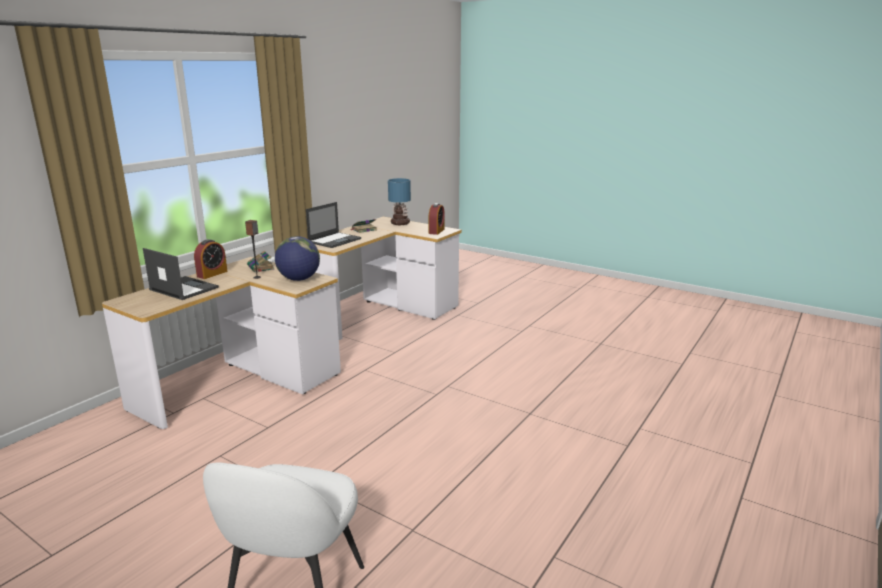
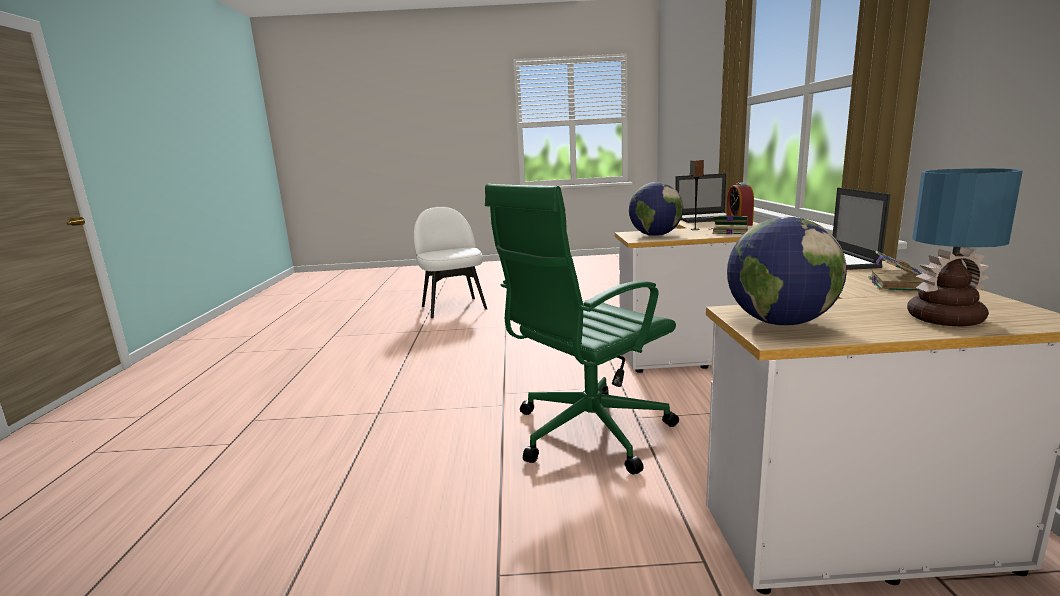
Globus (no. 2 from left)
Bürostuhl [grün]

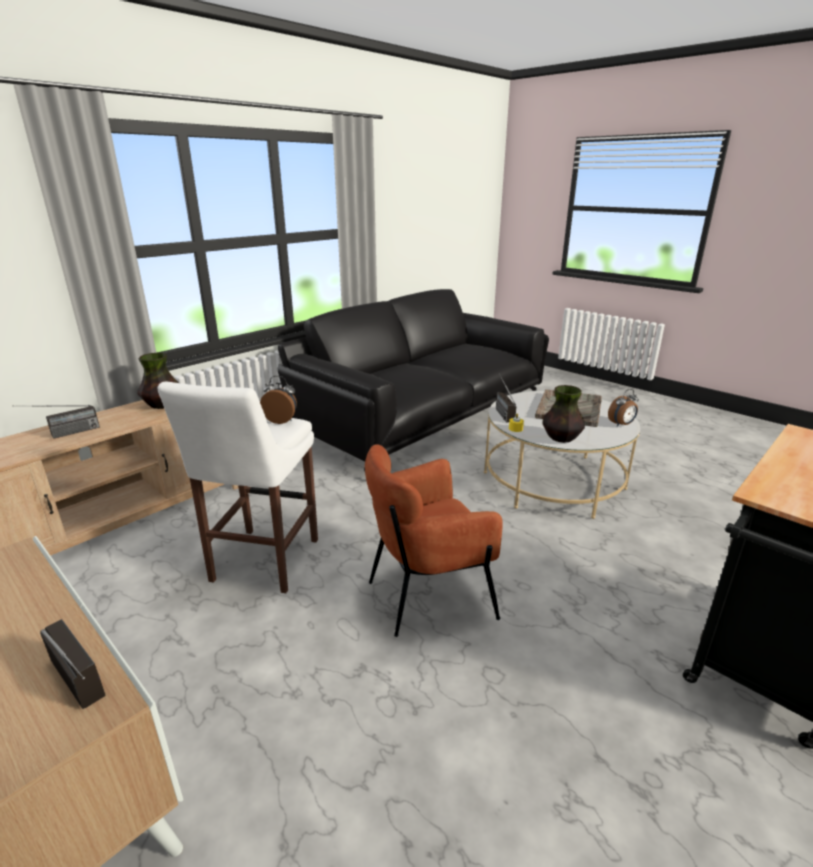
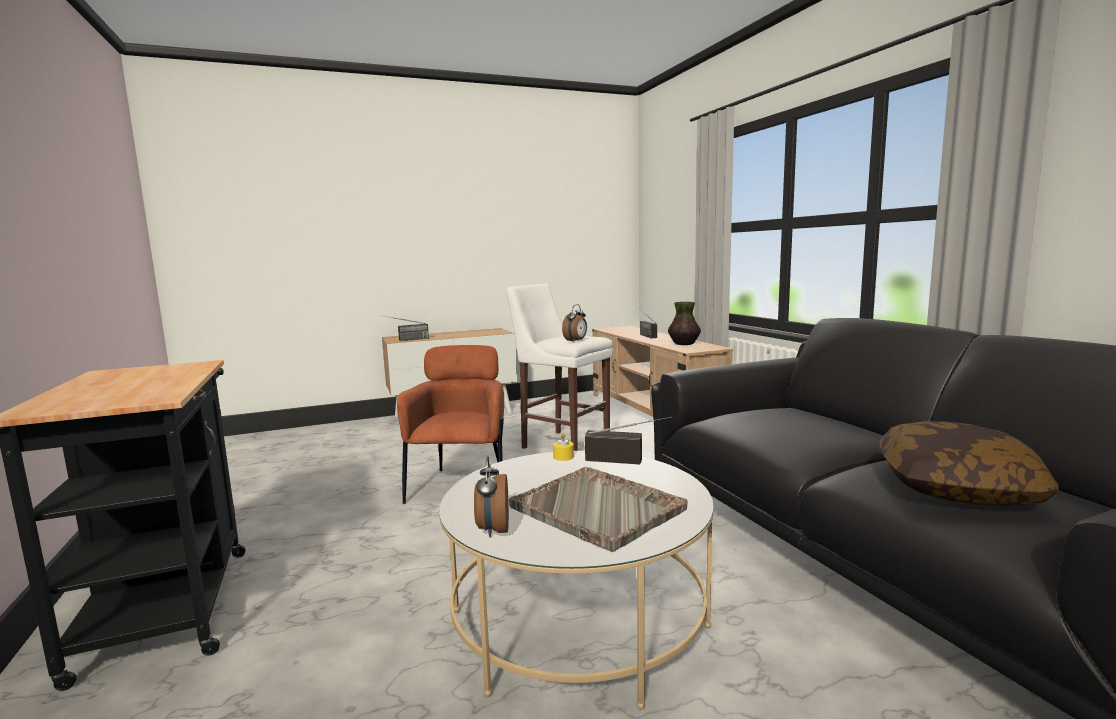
Vase (no. 2 from left in the first image)
Kissen

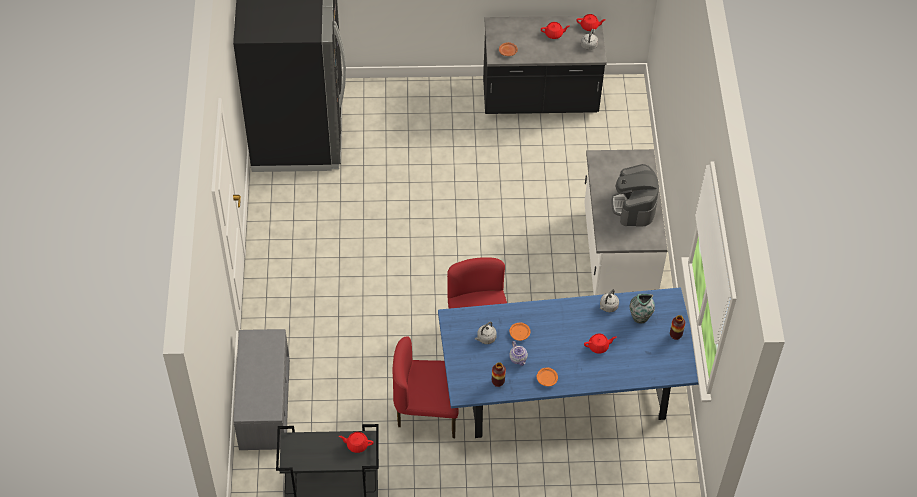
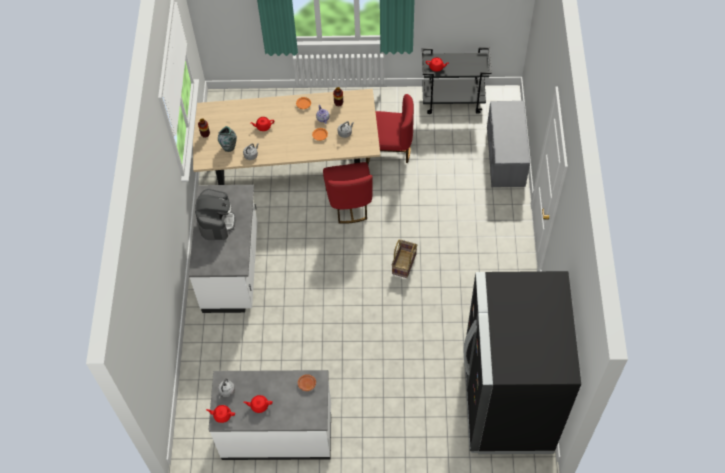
Esstisch [beige]
Küchenzeile [weiß] (no. 2 from left)
Korb

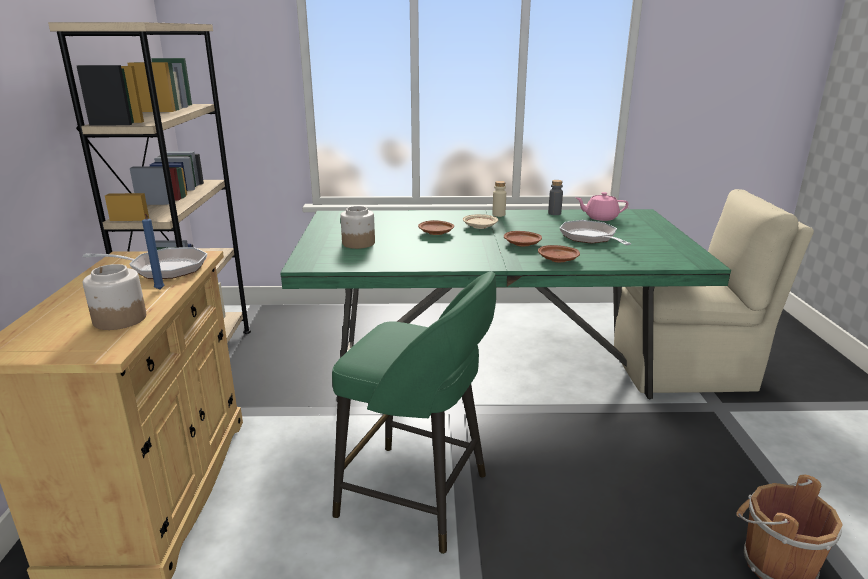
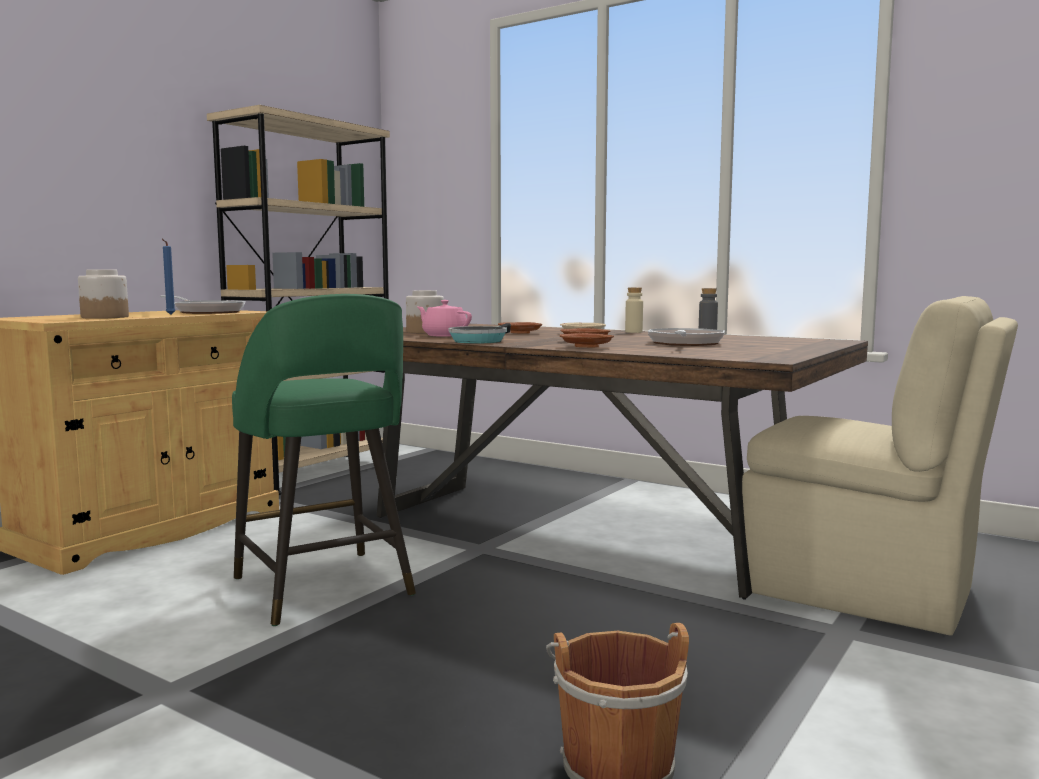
Esstisch [braun]
Teekanne [rosa]
Pfanne (no. 2 from left)

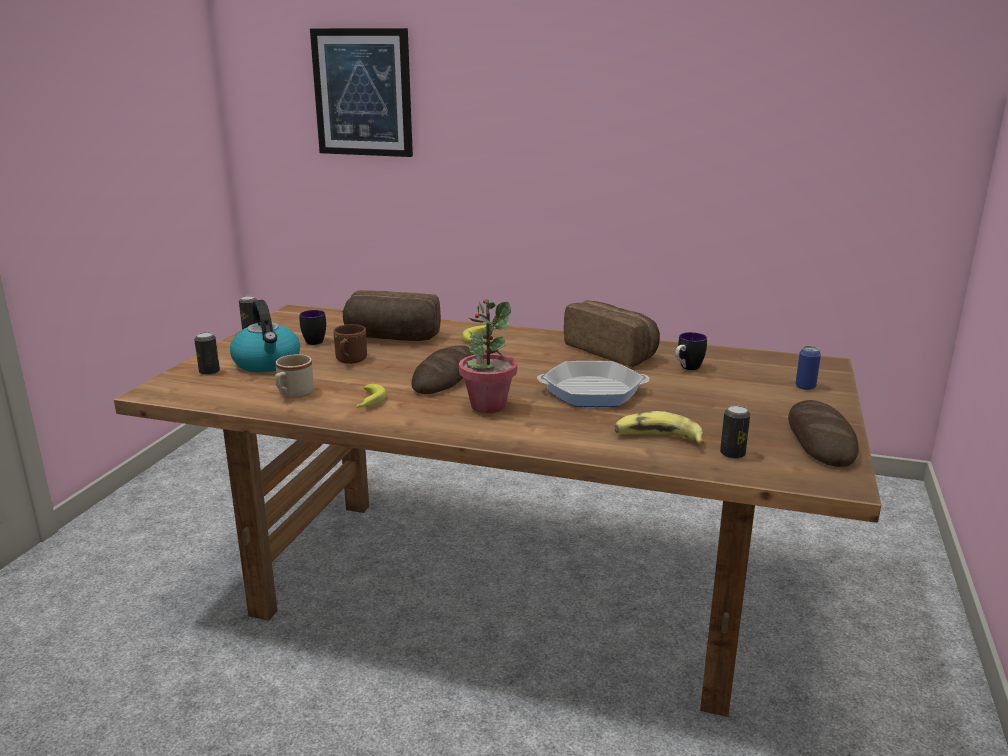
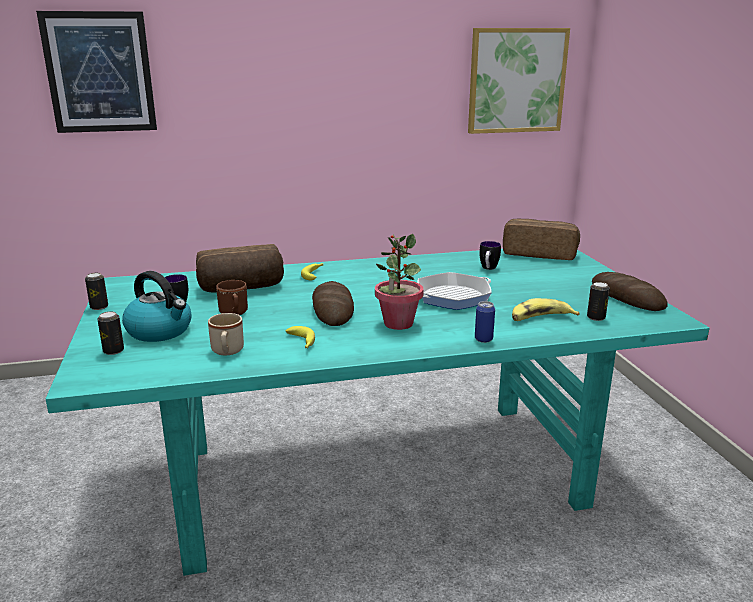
Esstisch [türkis]
Brot (no. 3 from left)
Dose (no. 3 from left)
Bild (no. 2 from left)

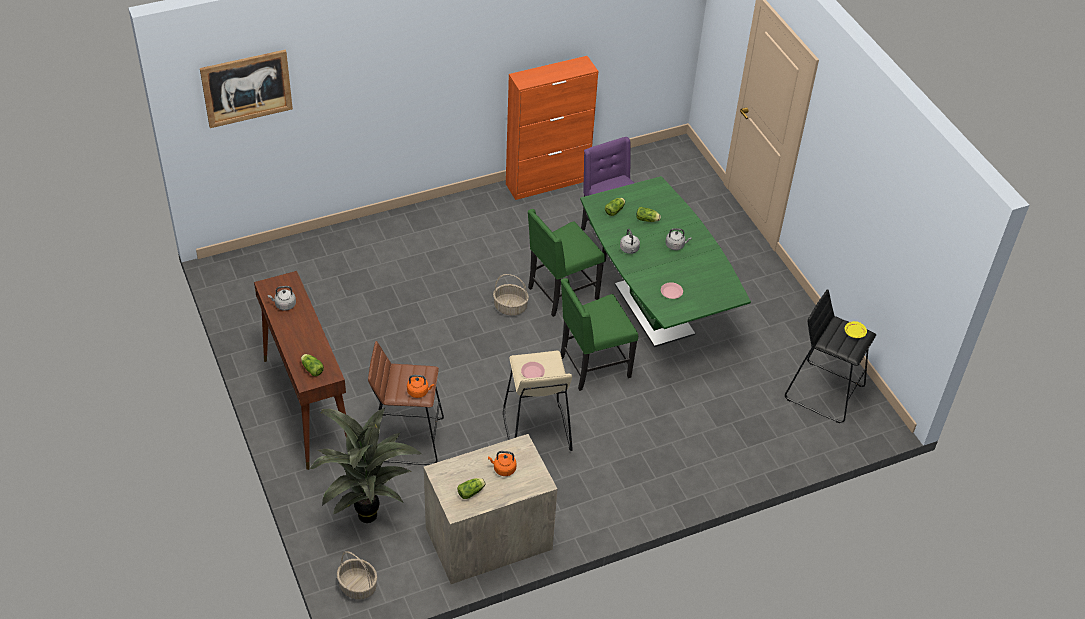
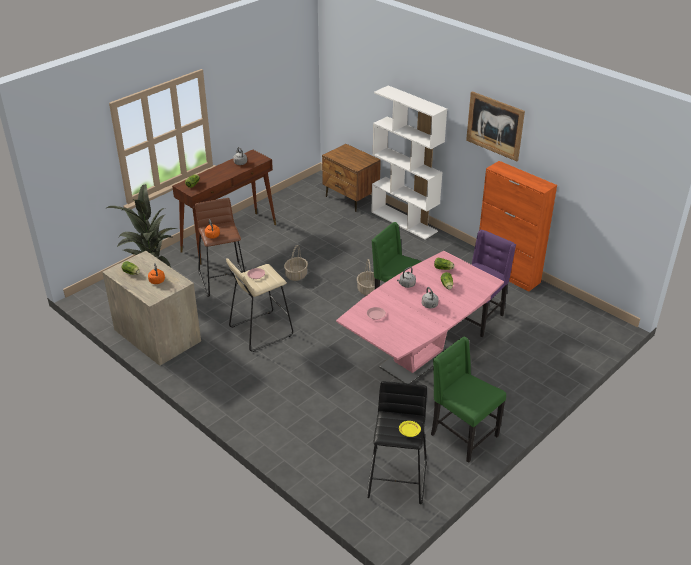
Bild
Korb (no. 1 from left)
Stuhl [grün] (no. 2 from left)
Esstisch [rosa]
Nachttisch [braun]
Bücherregal [weiß]

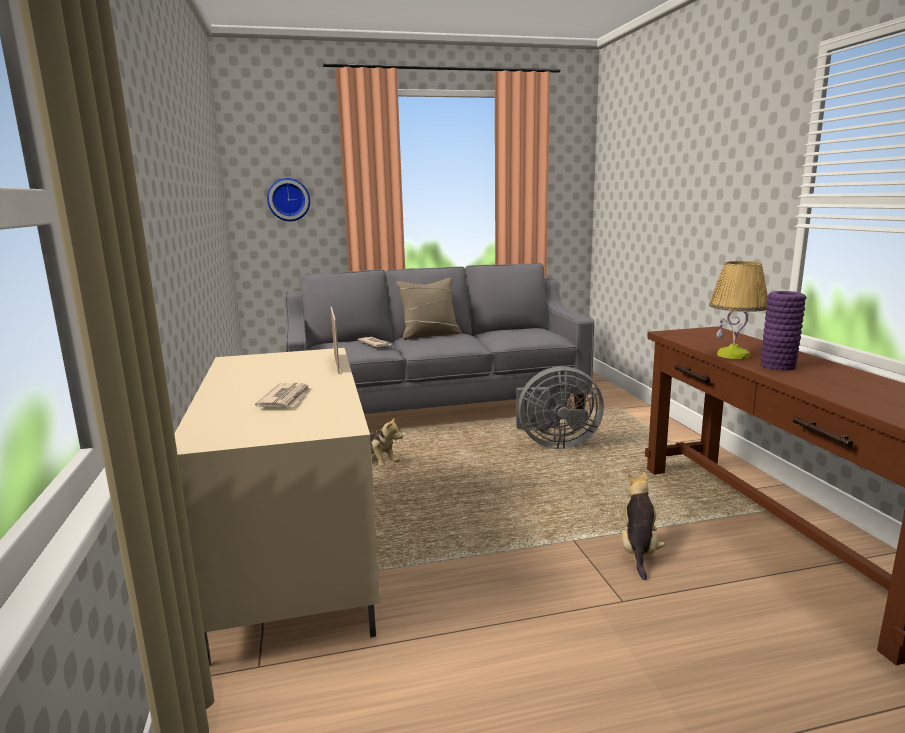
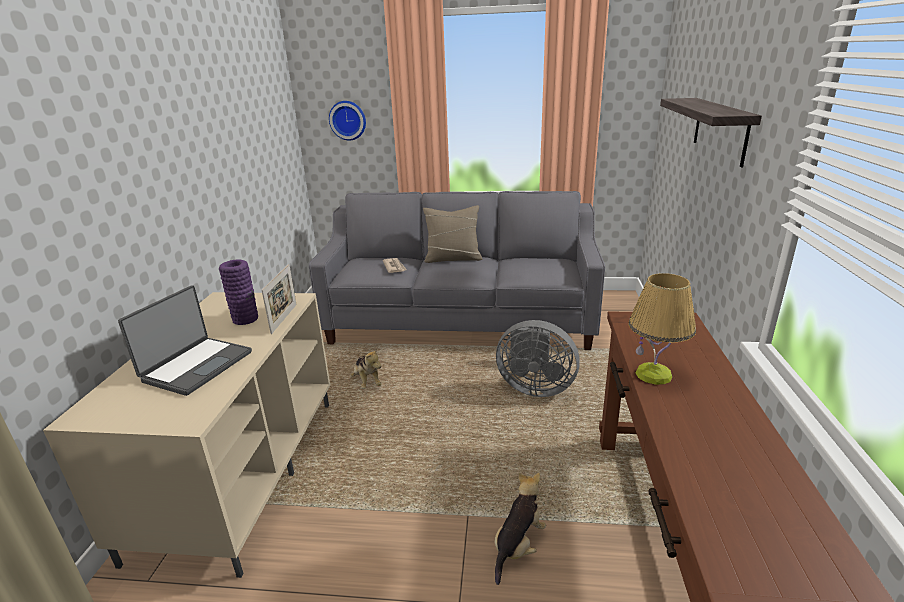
Laptop
Vase [lila]
Wandregal

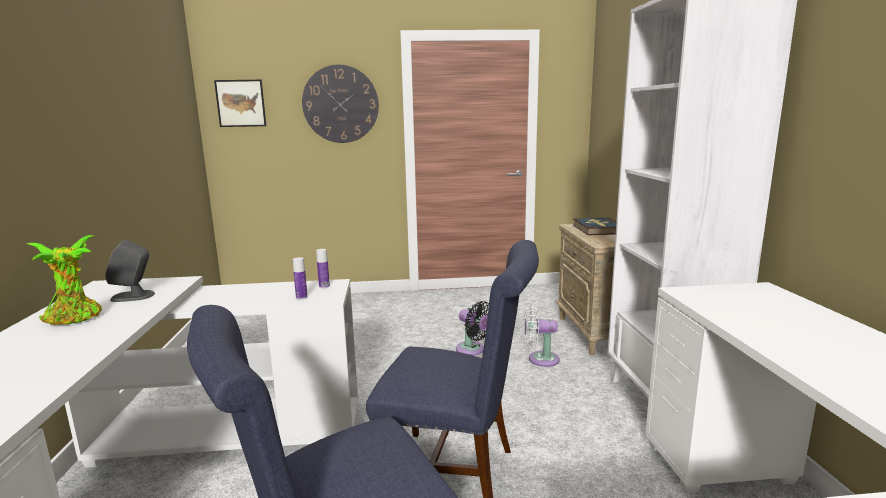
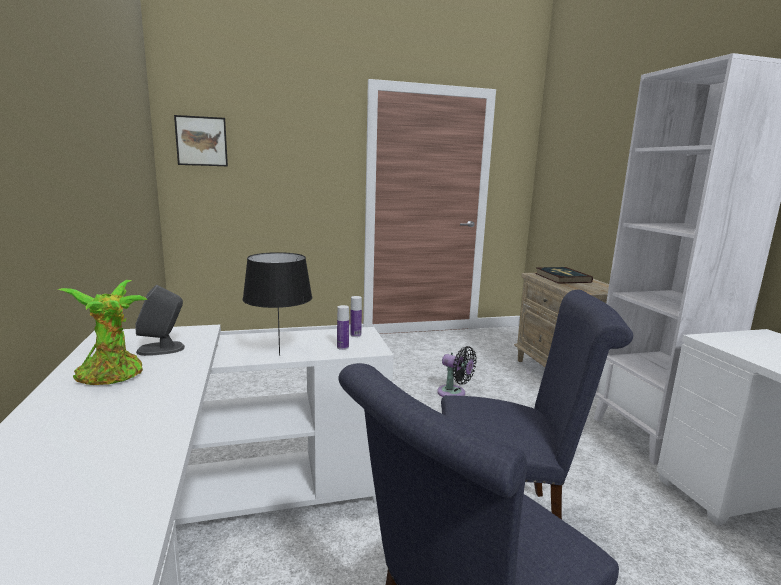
Wanduhr
Ventilator [weiß]
Tischlampe [schwarz]

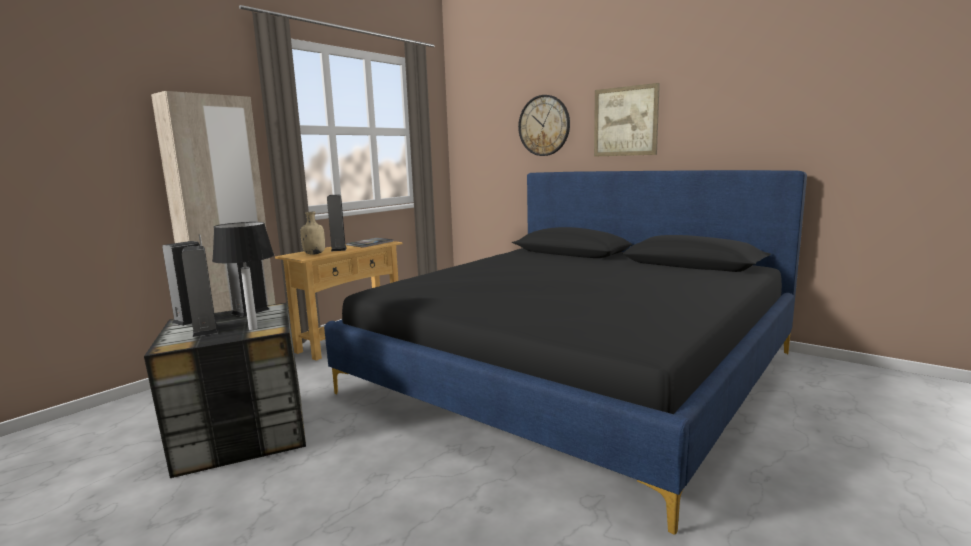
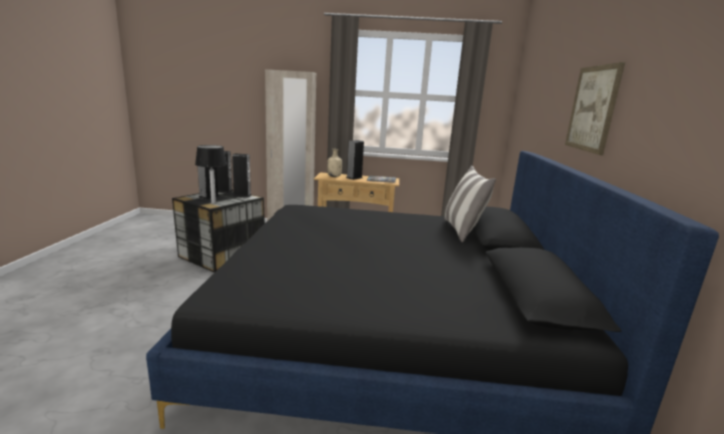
Wanduhr
Kissen

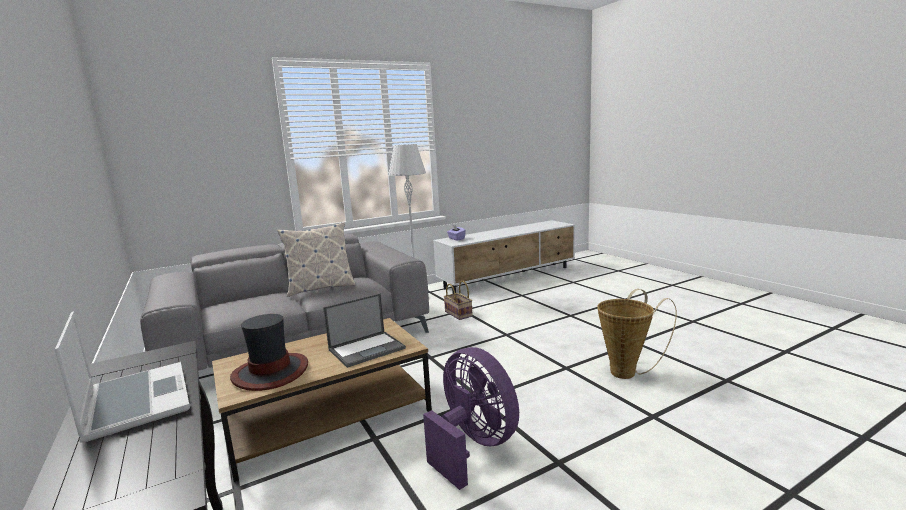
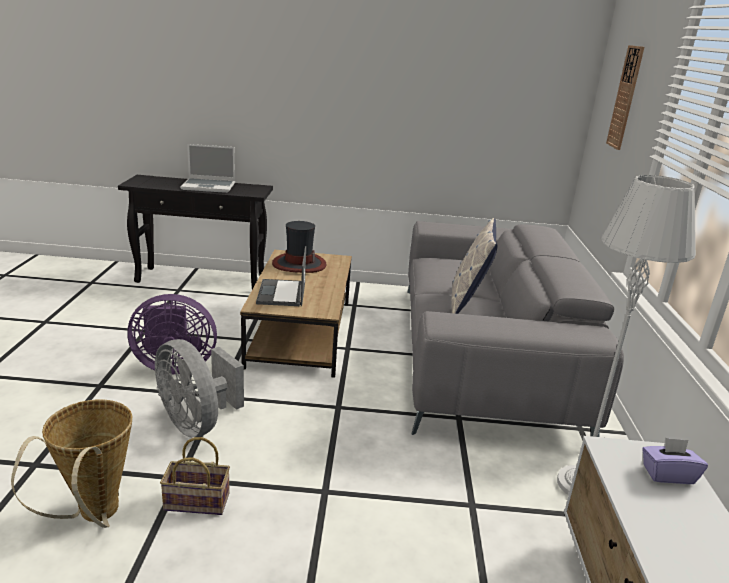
Korb (no. 2 from left)
Ventilator [grau]
Wanduhr

